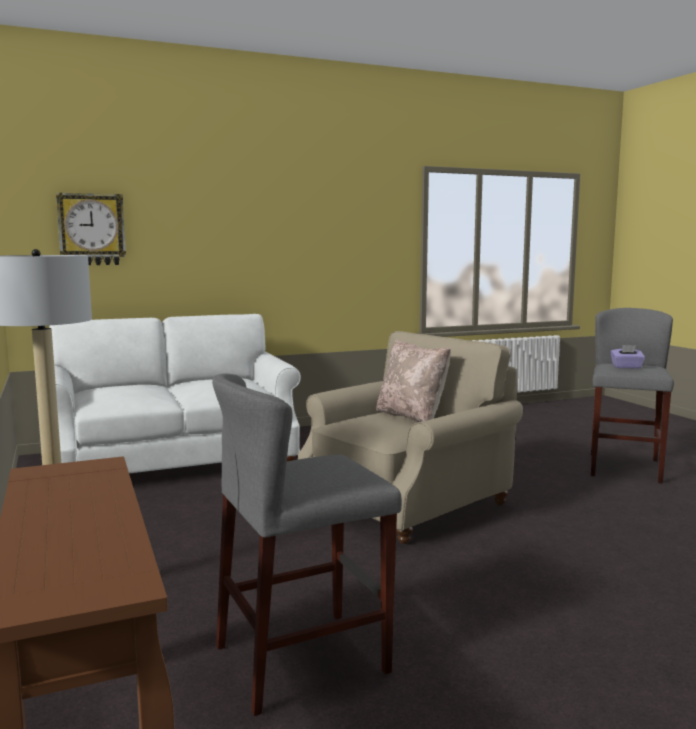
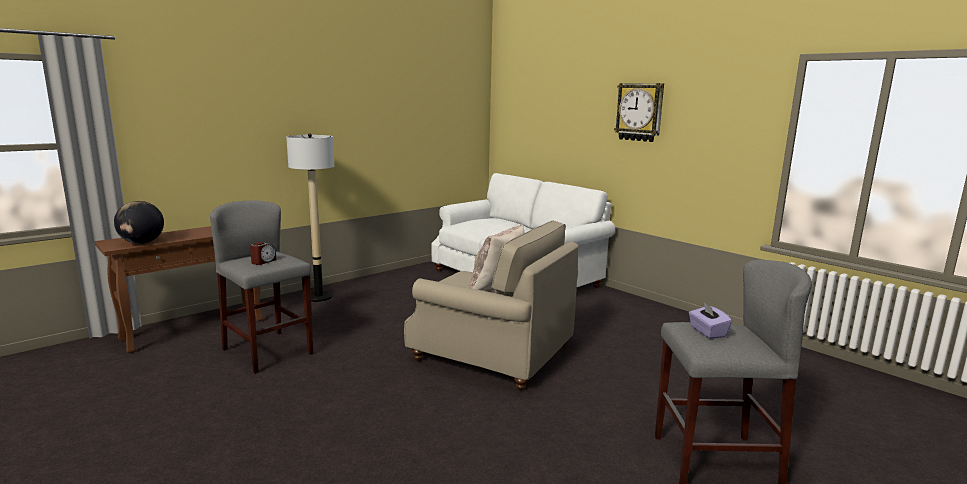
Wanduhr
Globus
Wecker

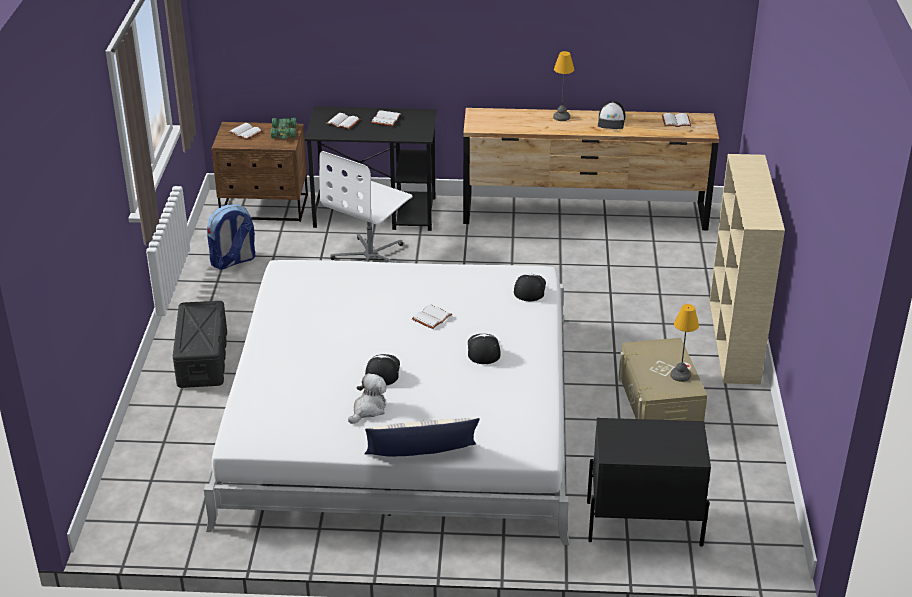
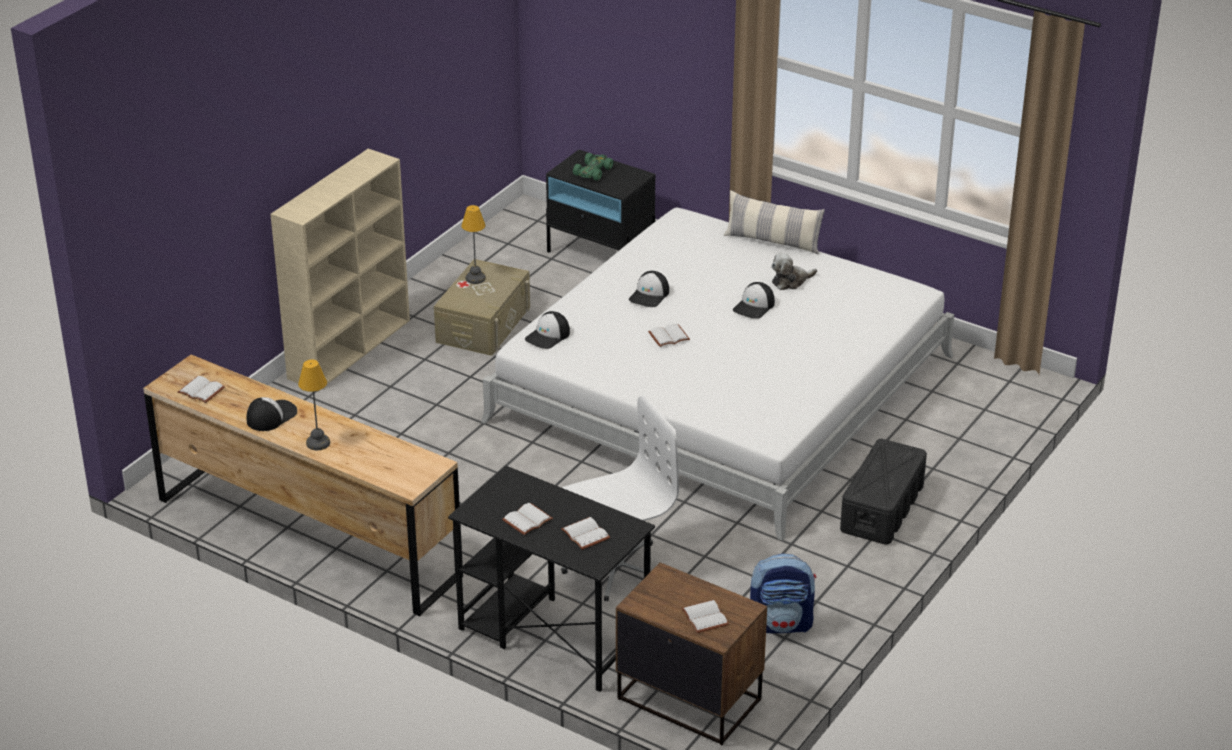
Spielzeugauto [grün]

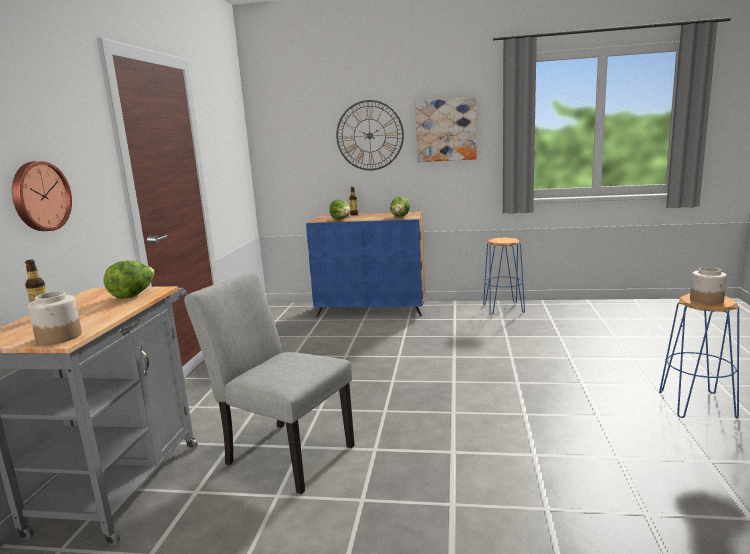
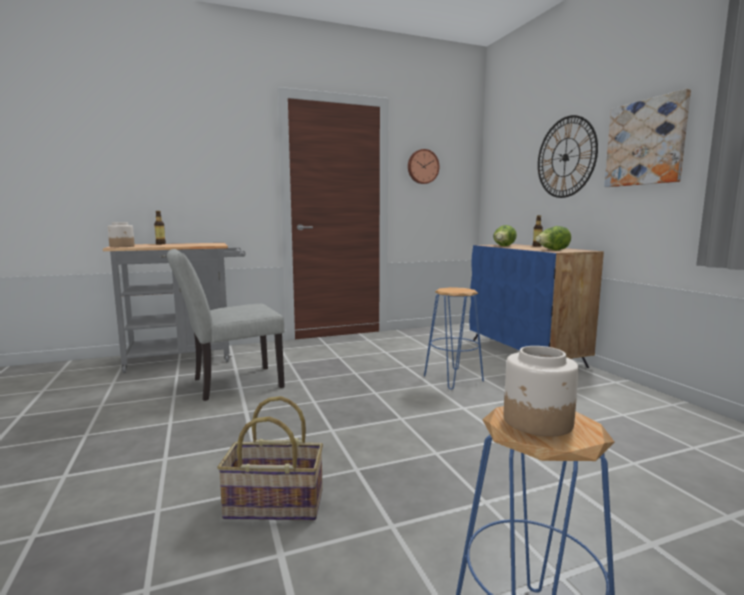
Wanduhr (no. 1 from left)
Salatkopf (no. 1 from left in the first image)
Stuhl [grau]
Hocker [blau] (no. 1 from left)
Korb

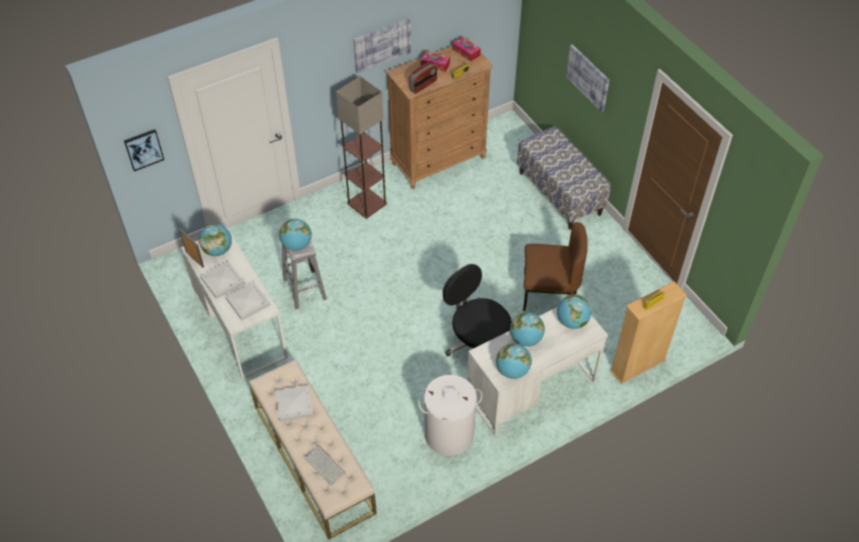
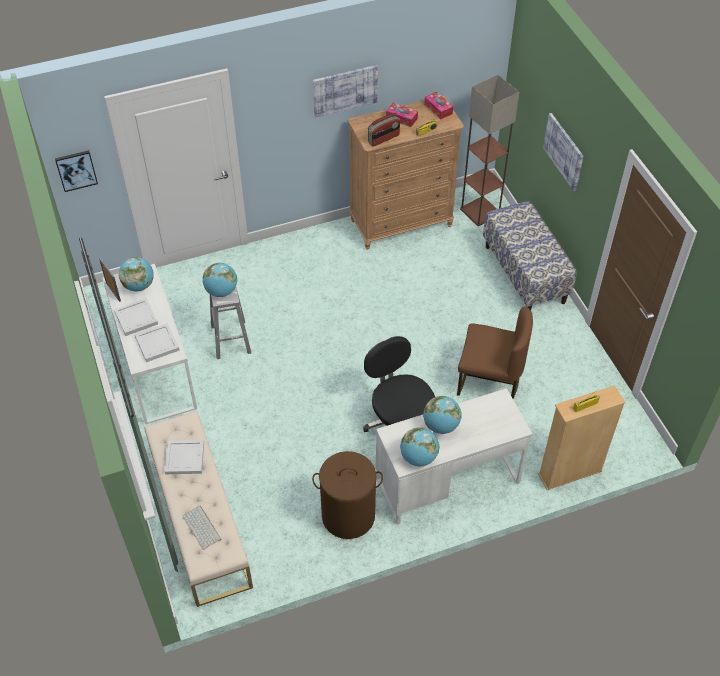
Stehlampe
Wäschekorb [braun]
Globus (no. 5 from left in the first image)

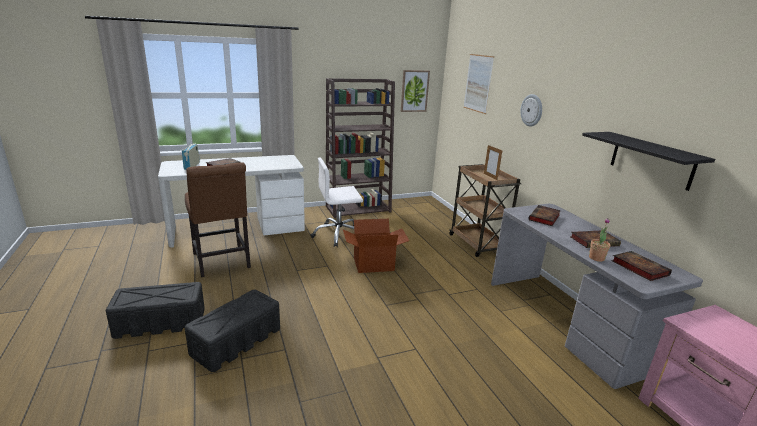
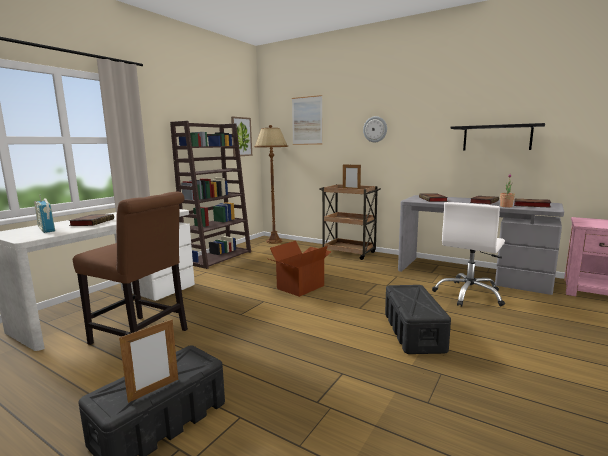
Aufbewahrungsbox [schwarz] (no. 2 from left)
Bürostuhl [weiß]
Bilderrahmen (no. 1 from left)
Stehlampe [braun]

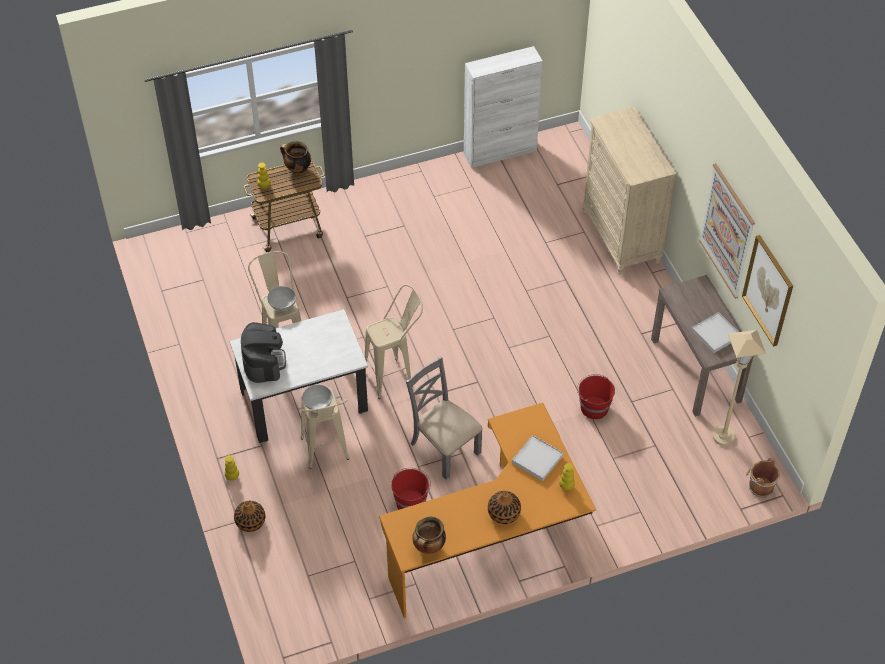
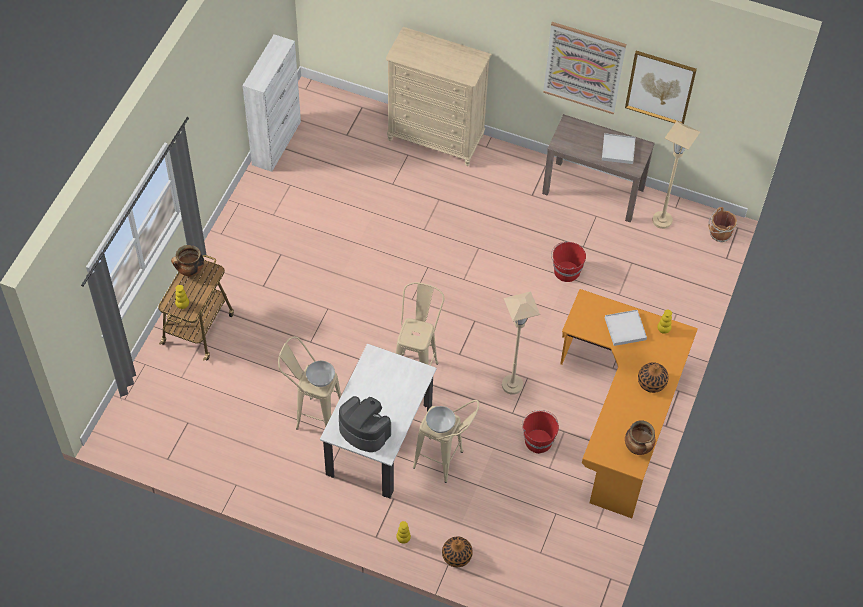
Stehlampe [beige] (no. 1 from left)

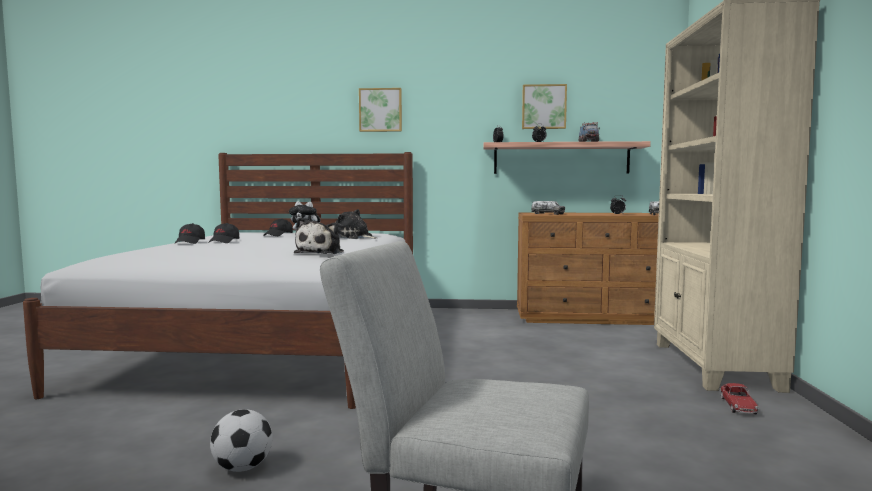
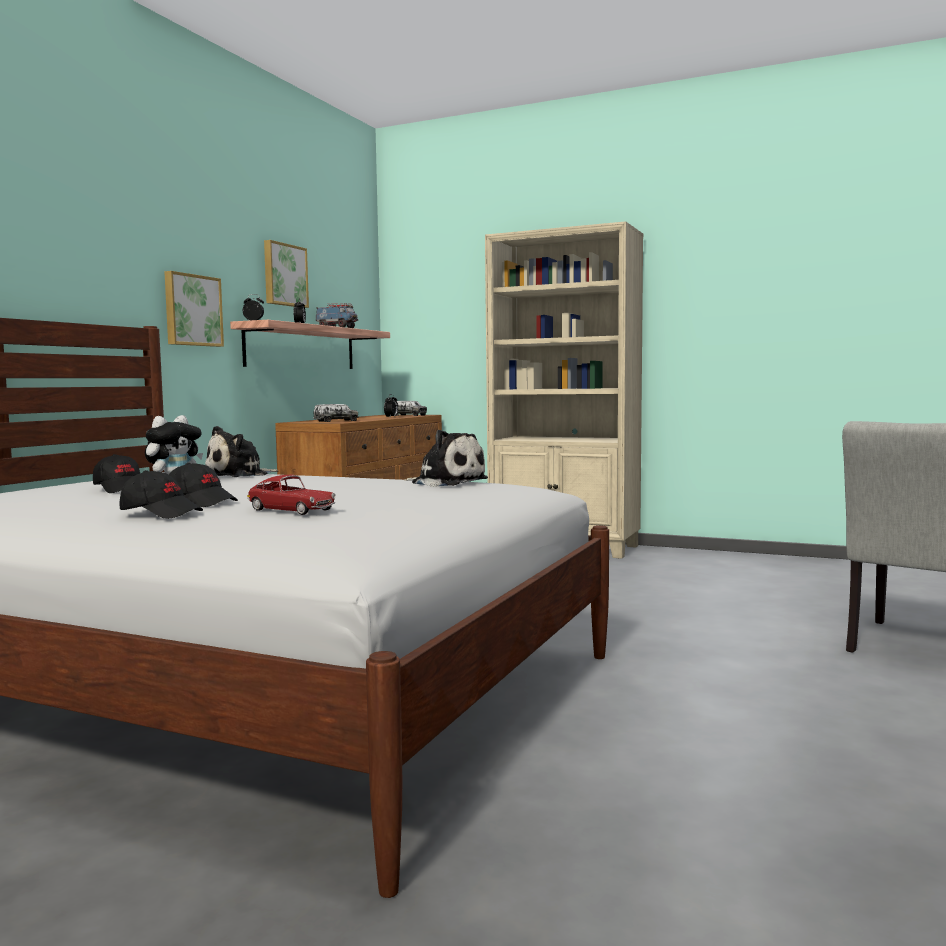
Fußball
Bild (no. 1 from left)
Spielzeugauto

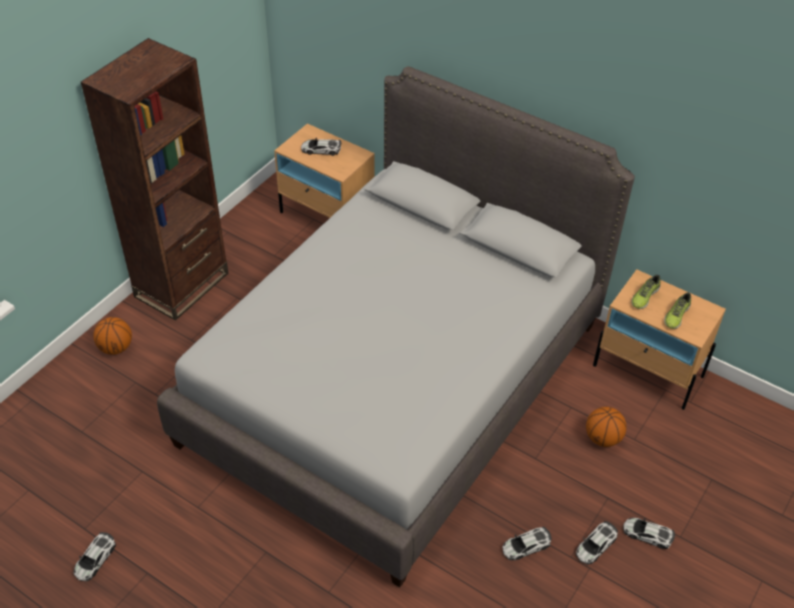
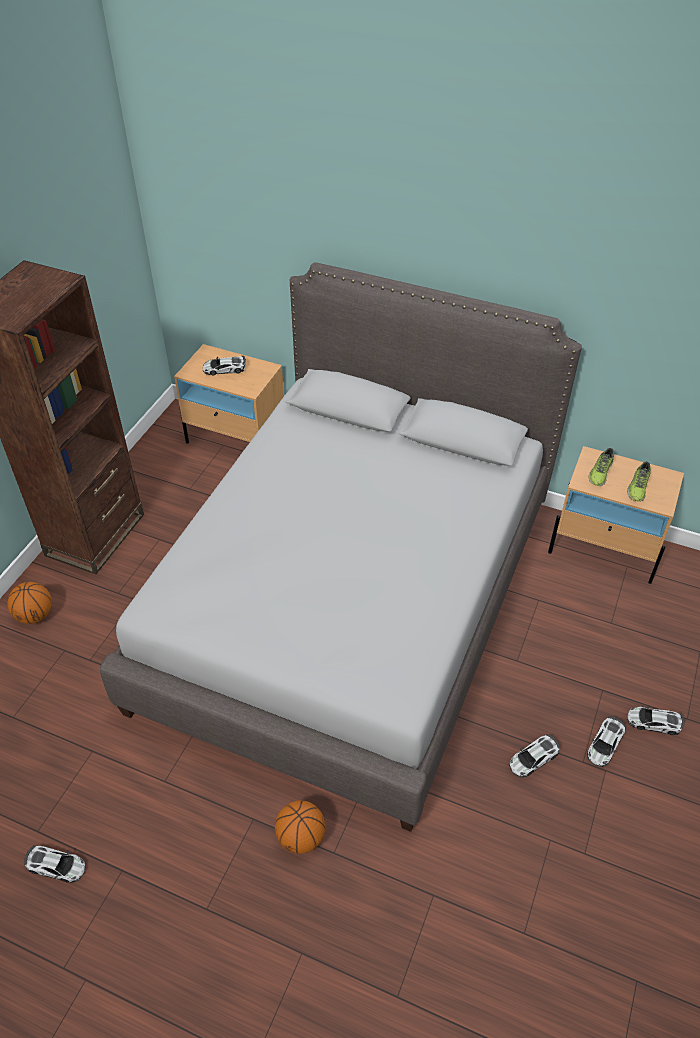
Spielzeugauto (no. 1 from left)
Basketball (no. 2 from left)

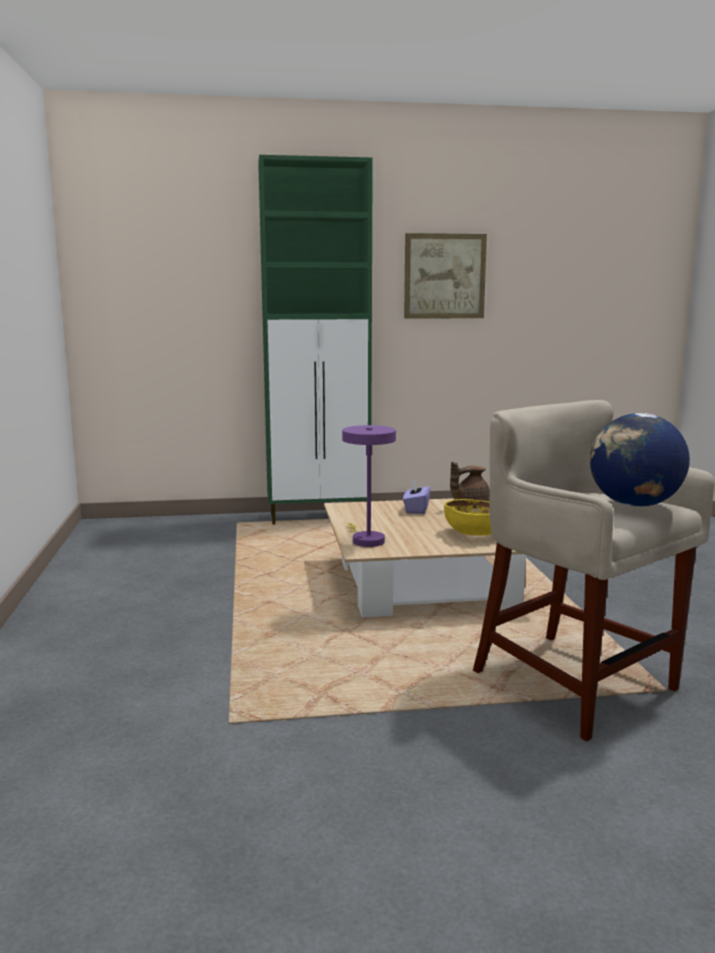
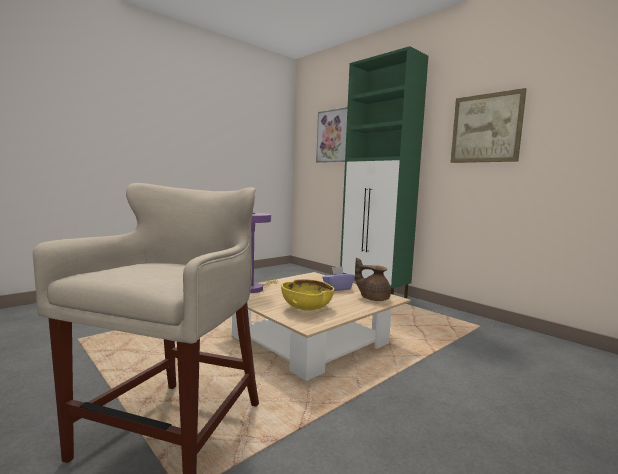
Globus
Bild (no. 1 from left)

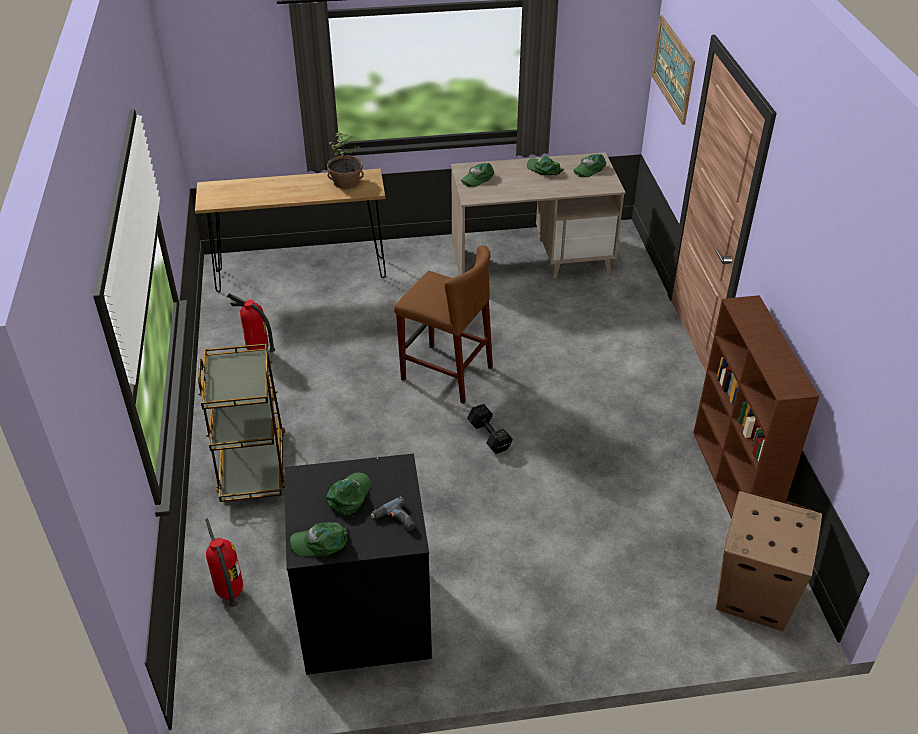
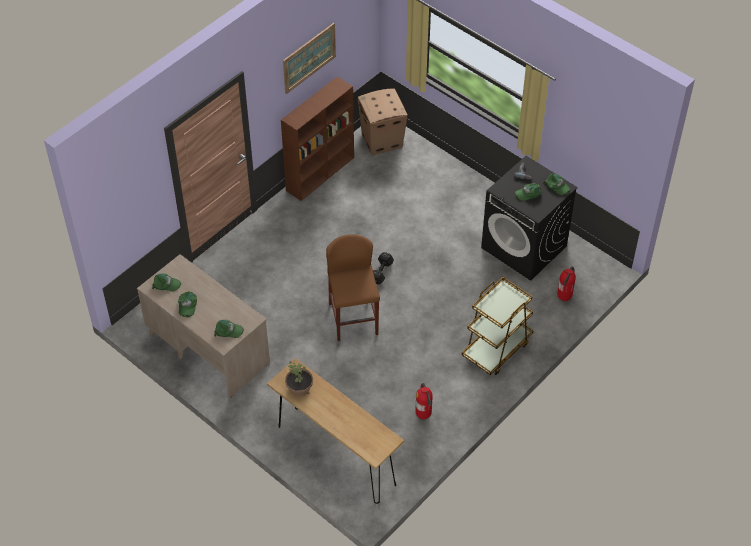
Bild

